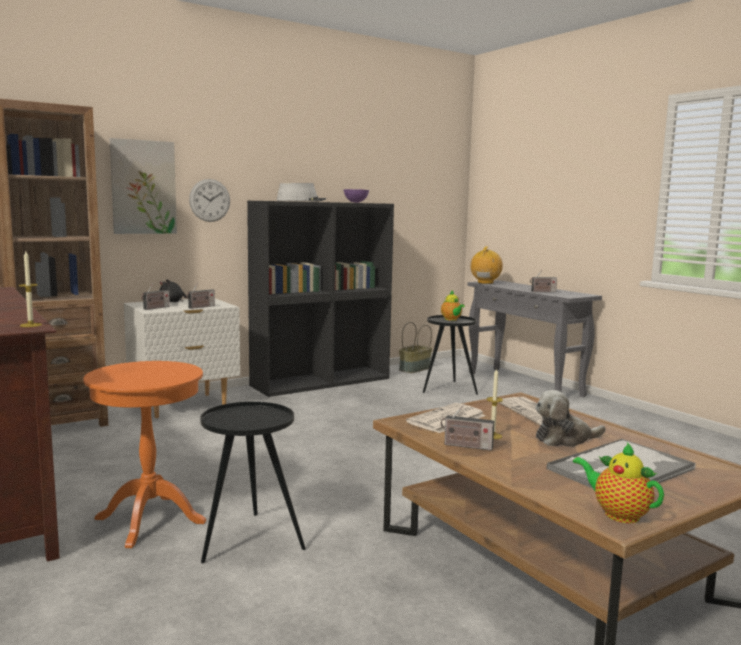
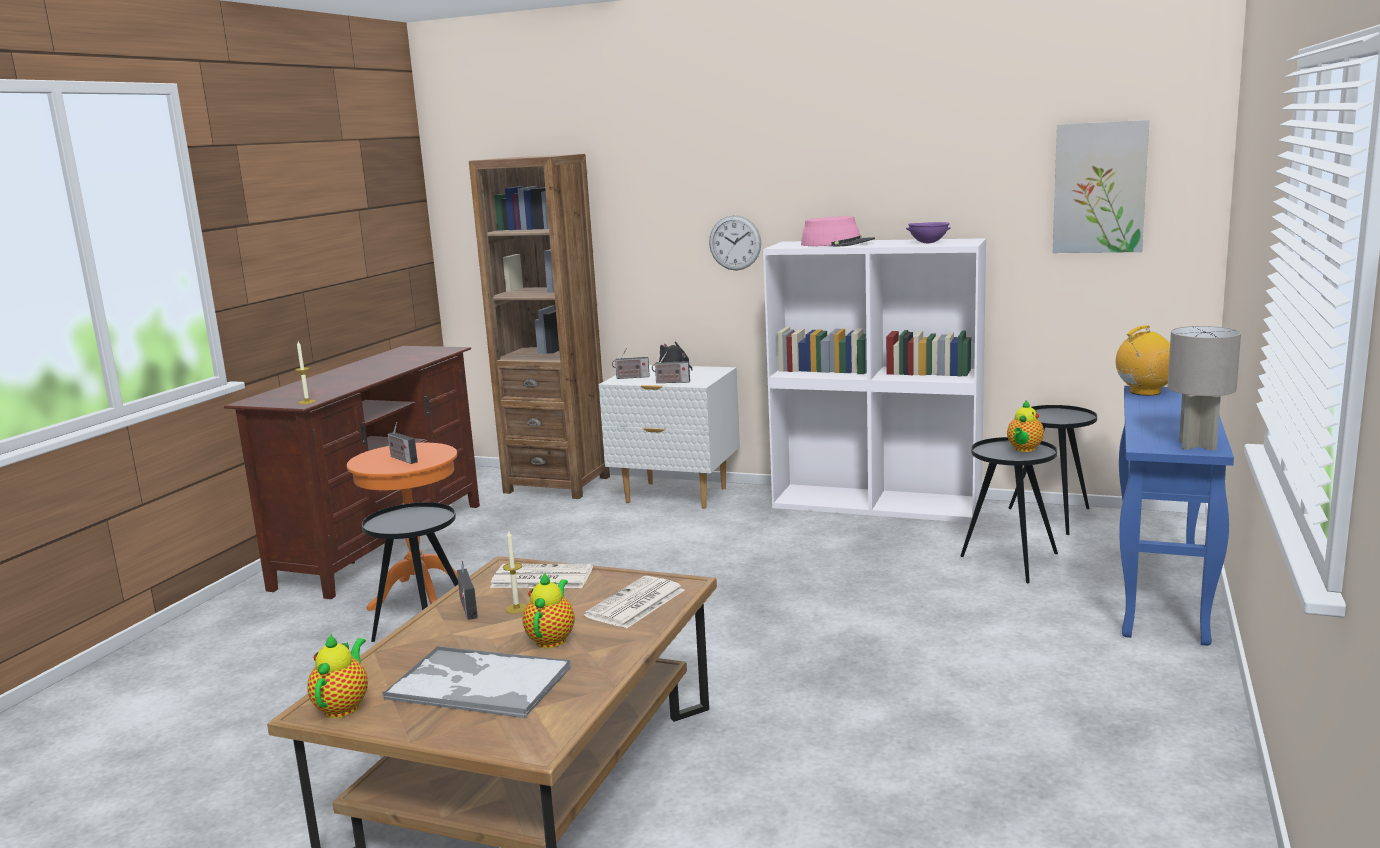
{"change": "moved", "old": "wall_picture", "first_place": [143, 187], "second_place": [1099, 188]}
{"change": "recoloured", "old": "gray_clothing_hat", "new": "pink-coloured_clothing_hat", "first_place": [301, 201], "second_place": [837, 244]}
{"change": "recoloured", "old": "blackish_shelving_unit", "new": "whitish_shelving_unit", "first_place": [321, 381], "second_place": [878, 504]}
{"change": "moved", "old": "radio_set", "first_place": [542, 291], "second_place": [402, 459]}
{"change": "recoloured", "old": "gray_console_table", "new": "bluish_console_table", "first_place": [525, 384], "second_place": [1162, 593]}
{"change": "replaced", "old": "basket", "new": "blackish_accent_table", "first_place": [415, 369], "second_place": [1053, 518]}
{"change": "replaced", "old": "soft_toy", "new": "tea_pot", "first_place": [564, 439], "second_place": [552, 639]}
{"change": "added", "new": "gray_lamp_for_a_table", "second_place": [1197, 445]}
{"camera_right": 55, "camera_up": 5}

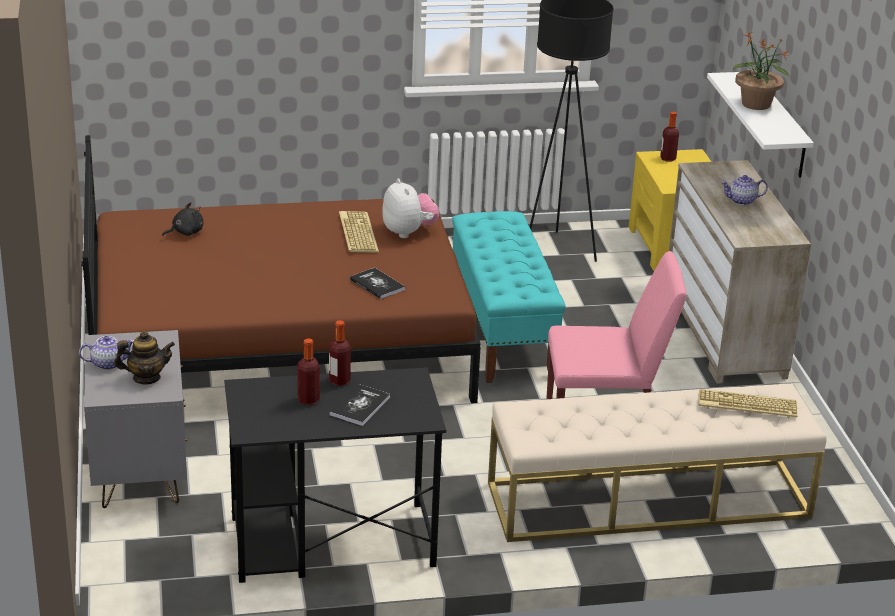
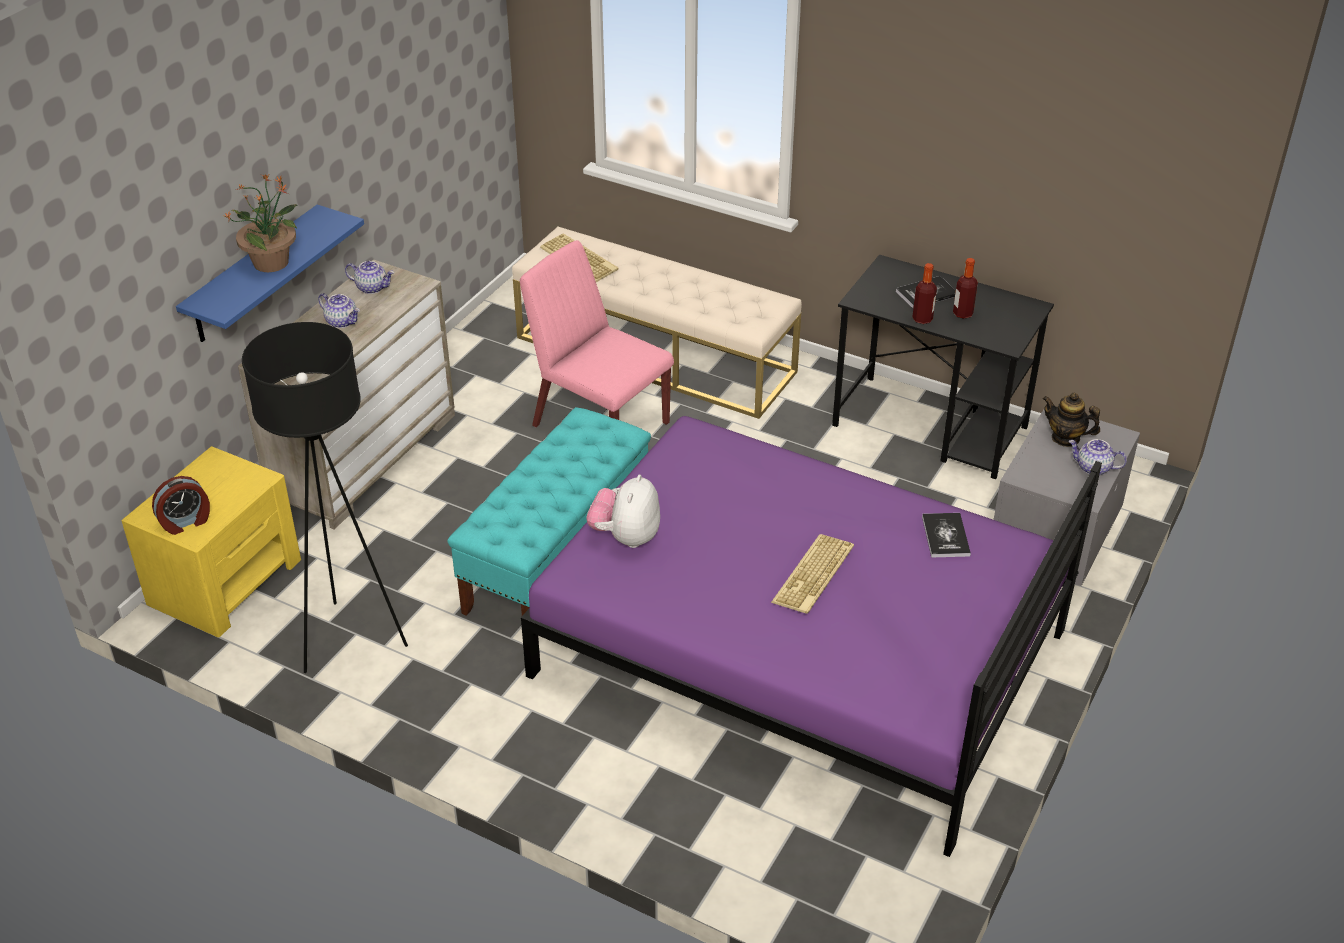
{"change": "recoloured", "old": "whitish_wall_shelf", "new": "bluish_wall_shelf", "first_place": [779, 126], "second_place": [253, 275]}
{"change": "replaced", "old": "beverage_bottle", "new": "bedside_clock", "first_place": [668, 158], "second_place": [185, 522]}
{"change": "recoloured", "old": "brown_sleeping_bed", "new": "purplish_sleeping_bed", "first_place": [278, 343], "second_place": [799, 653]}
{"change": "removed", "old": "blackish_soft_toy", "first_place": [185, 232]}
{"change": "moved", "old": "PC_keyboard", "first_place": [357, 233], "second_place": [814, 576]}
{"change": "moved", "old": "volume", "first_place": [377, 284], "second_place": [945, 536]}
{"change": "added", "new": "tea_pot", "second_place": [372, 287]}
{"camera_right": -140, "camera_up": 10}

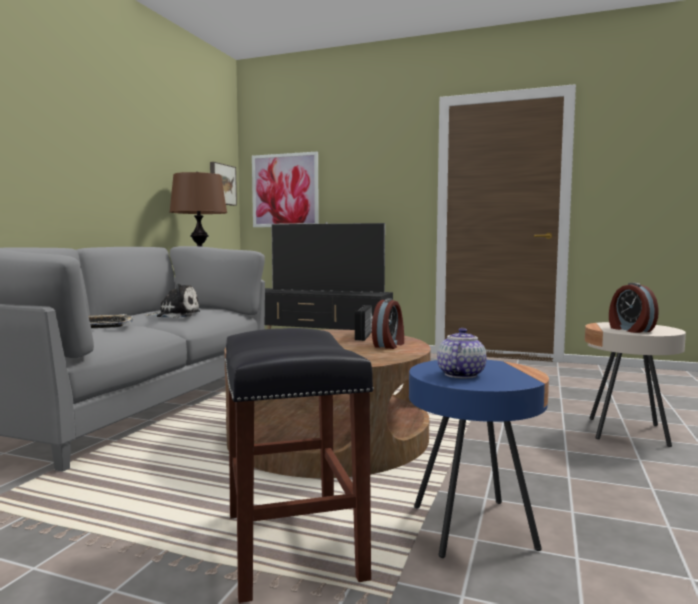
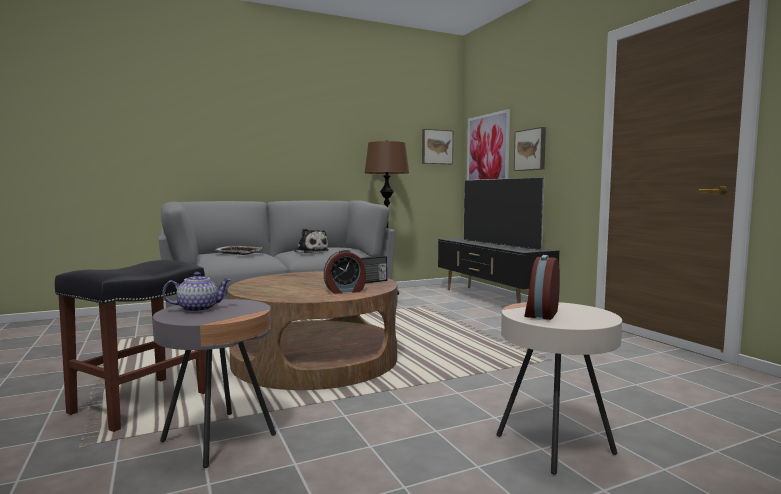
{"change": "recoloured", "old": "bluish_accent_table", "new": "gray_accent_table", "first_place": [473, 527], "second_place": [219, 438]}
{"change": "added", "new": "wall_picture", "second_place": [531, 150]}
{"camera_right": 45, "camera_up": 0}

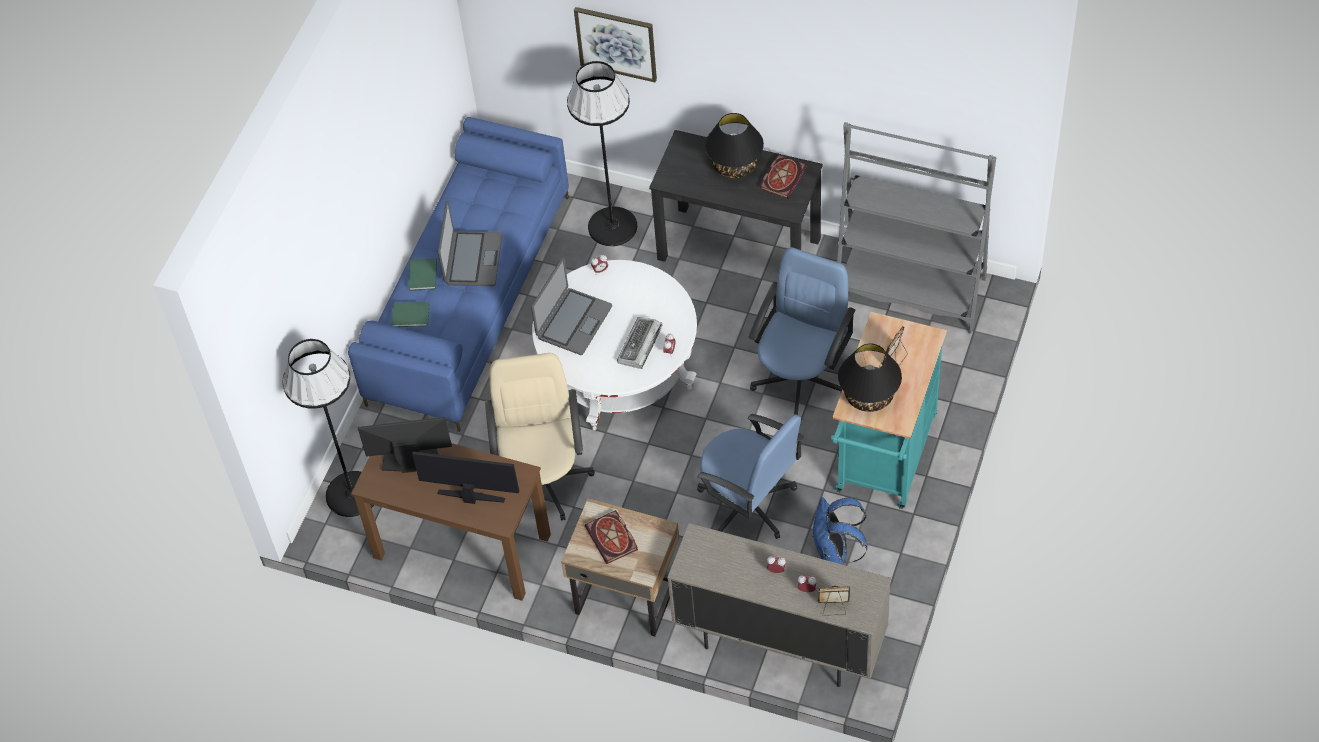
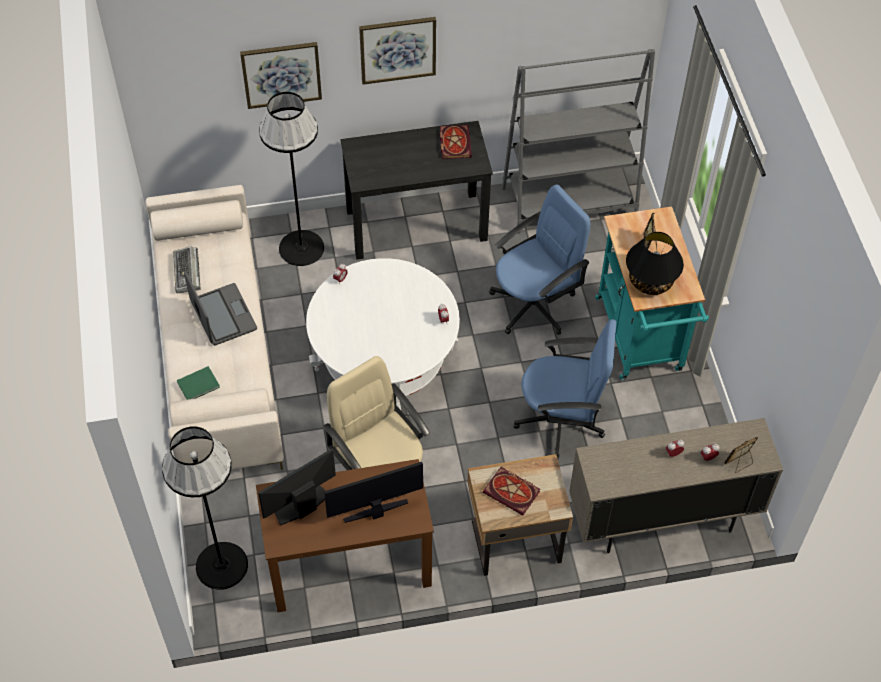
{"change": "removed", "old": "blackish_lamp_for_a_table", "first_place": [735, 165]}
{"change": "recoloured", "old": "bluish_sofa", "new": "beige-coloured_sofa", "first_place": [469, 298], "second_place": [217, 354]}
{"change": "turned", "old": "bluish_office_chair", "first_place": [801, 379], "second_place": [534, 304], "degrees": 60}
{"change": "removed", "old": "green_volume", "first_place": [422, 276]}
{"change": "removed", "old": "laptop", "first_place": [573, 322]}
{"change": "moved", "old": "PC_keyboard", "first_place": [639, 346], "second_place": [187, 273]}
{"change": "removed", "old": "bluish_rucksack", "first_place": [835, 552]}
{"change": "added", "new": "wall_picture", "second_place": [397, 49]}
{"camera_right": -35, "camera_up": 0}

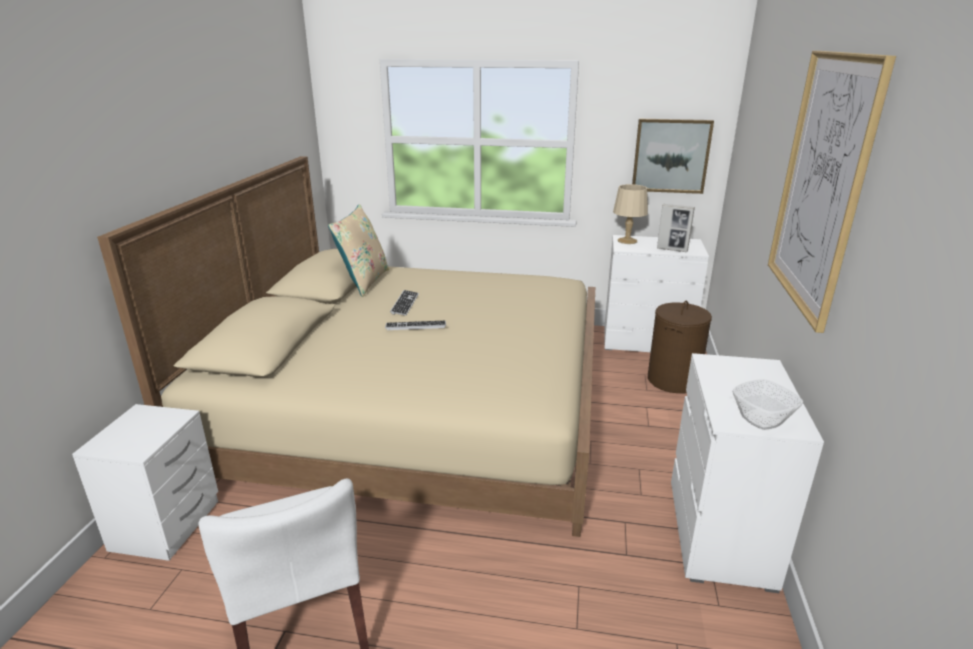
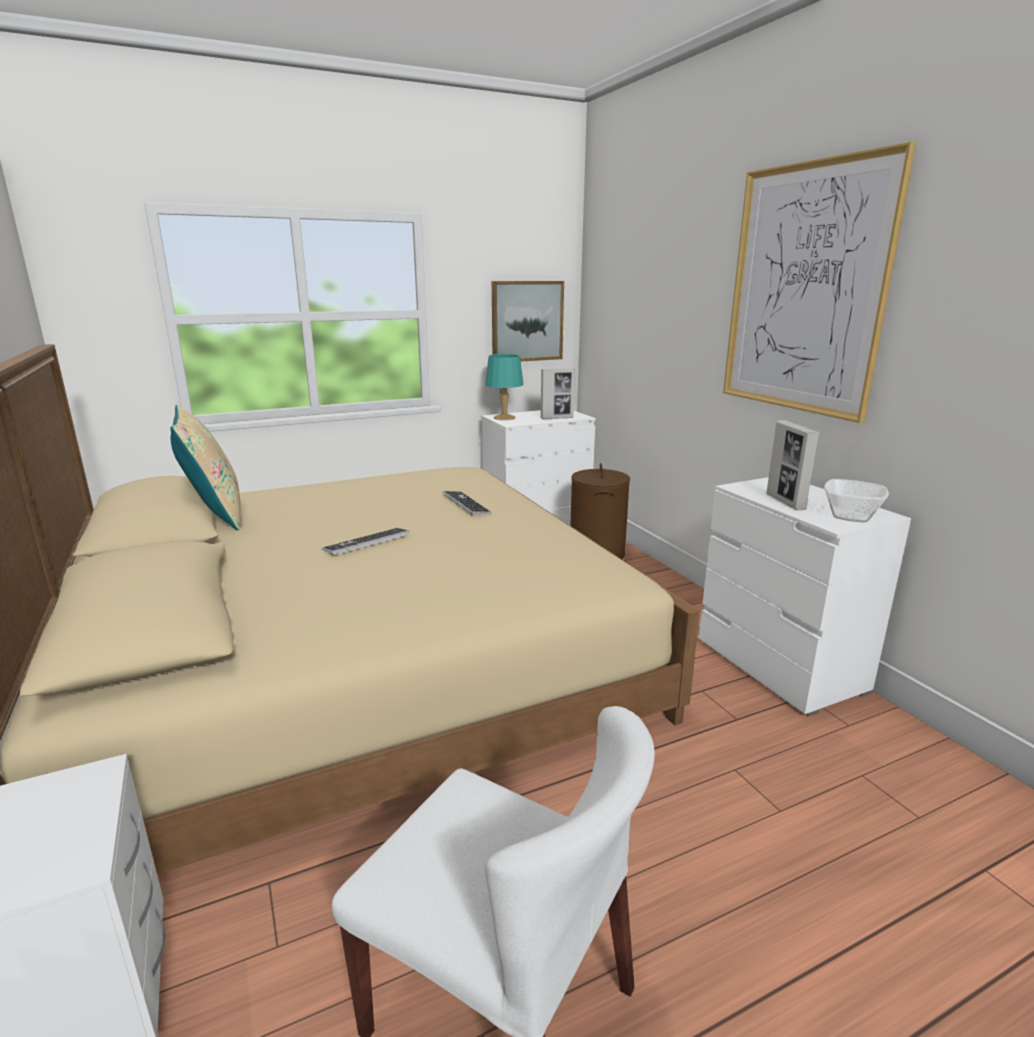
{"change": "recoloured", "old": "beige-coloured_lamp_for_a_table", "new": "turquoise-coloured_lamp_for_a_table", "first_place": [627, 241], "second_place": [504, 418]}
{"change": "moved", "old": "PC_keyboard", "first_place": [405, 304], "second_place": [466, 504]}
{"change": "added", "new": "photo_frame", "second_place": [785, 502]}
{"camera_right": -35, "camera_up": -5}

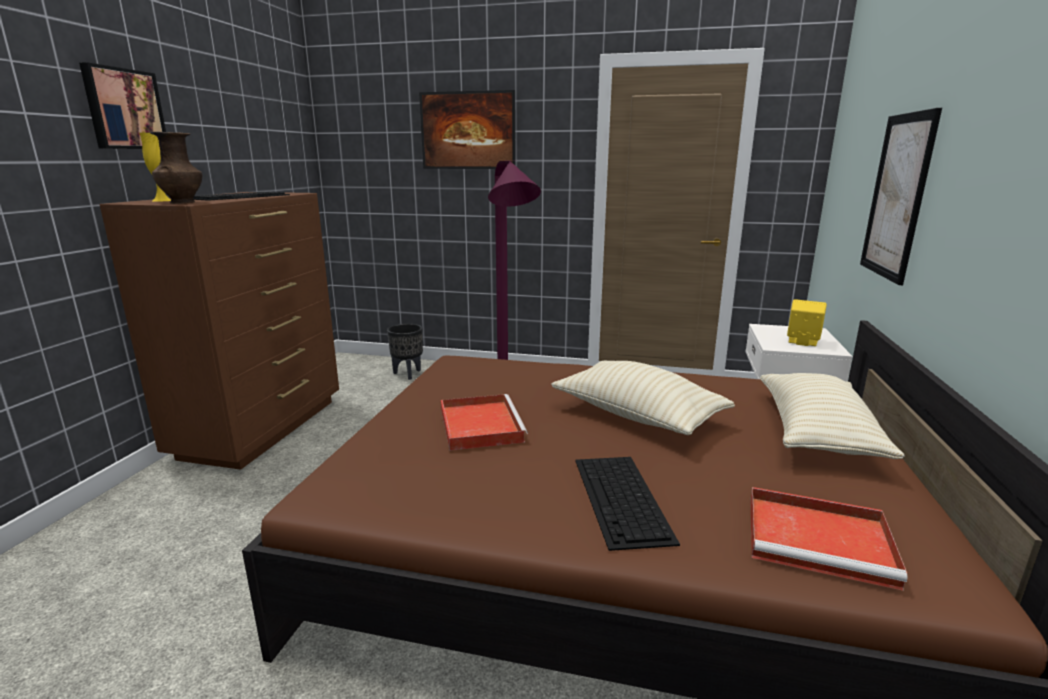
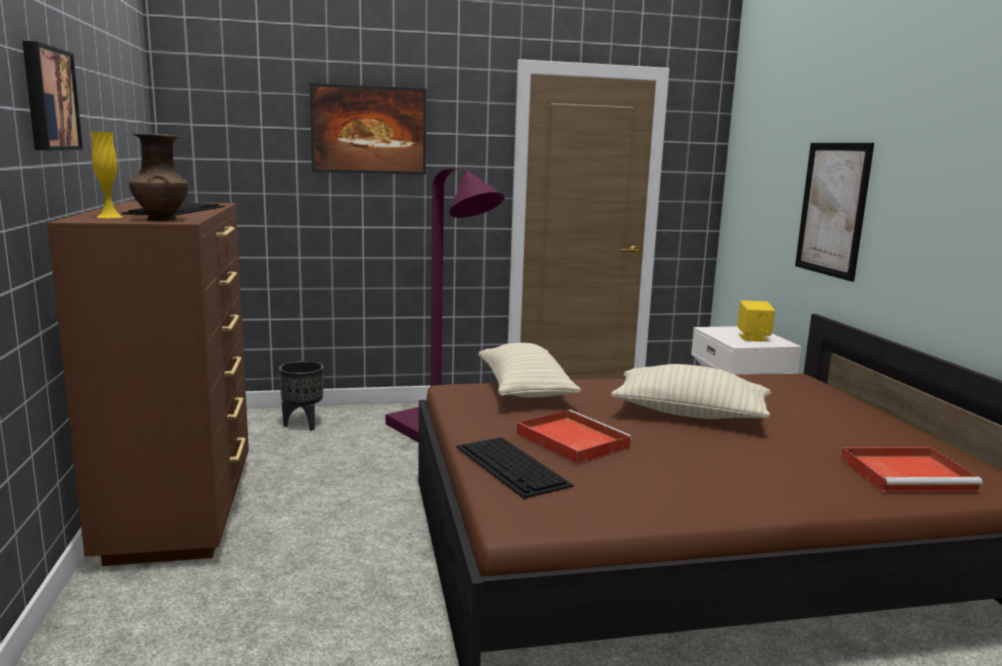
{"change": "moved", "old": "beige-coloured_throw_pillow", "first_place": [816, 433], "second_place": [524, 390]}
{"change": "moved", "old": "PC_keyboard", "first_place": [622, 499], "second_place": [512, 466]}
{"camera_right": -25, "camera_up": -5}

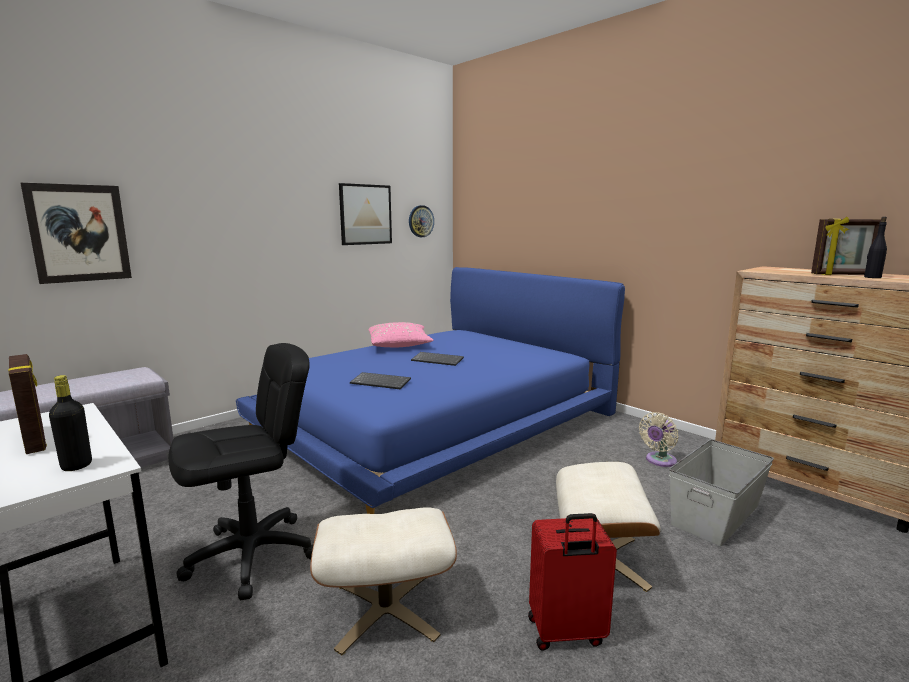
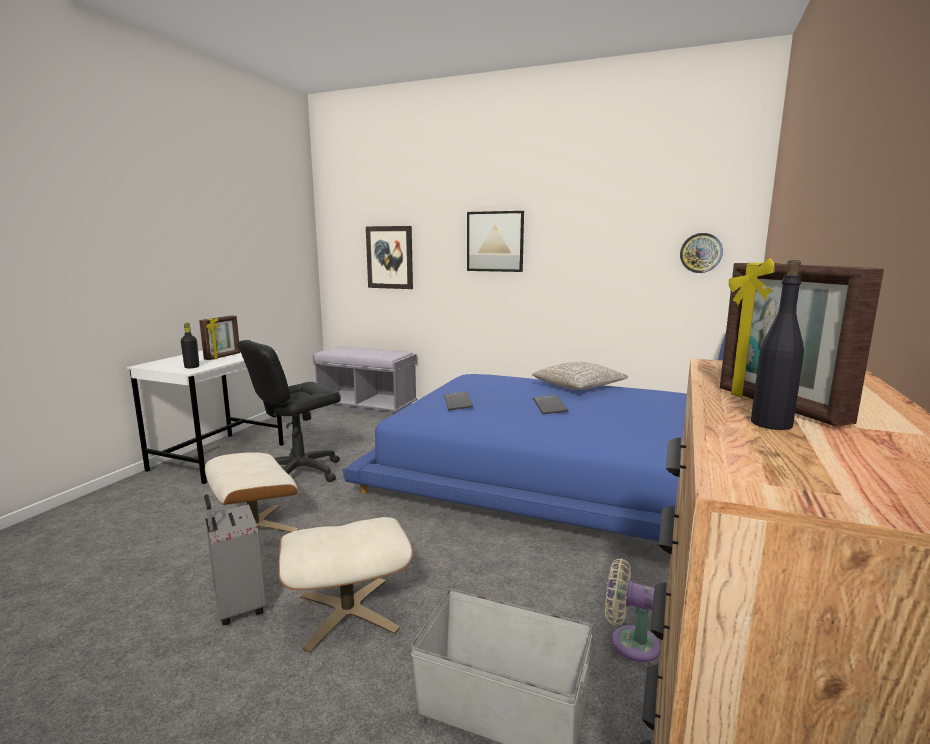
{"change": "moved", "old": "wall_picture", "first_place": [365, 214], "second_place": [495, 241]}
{"change": "recoloured", "old": "pink-coloured_throw_pillow", "new": "gray_throw_pillow", "first_place": [399, 345], "second_place": [578, 387]}
{"change": "turned", "old": "blackish_office_chair", "first_place": [252, 555], "second_place": [299, 472], "degrees": 105}
{"change": "recoloured", "old": "red_travel_case", "new": "gray_travel_case", "first_place": [566, 633], "second_place": [237, 607]}
{"camera_right": 65, "camera_up": 0}

